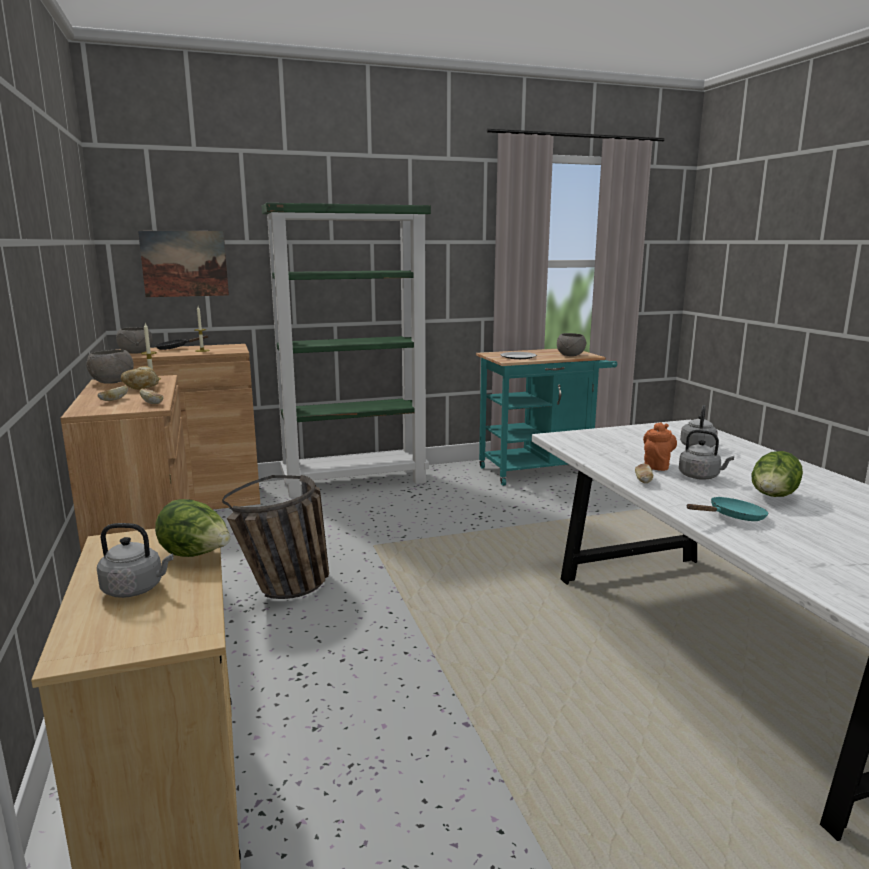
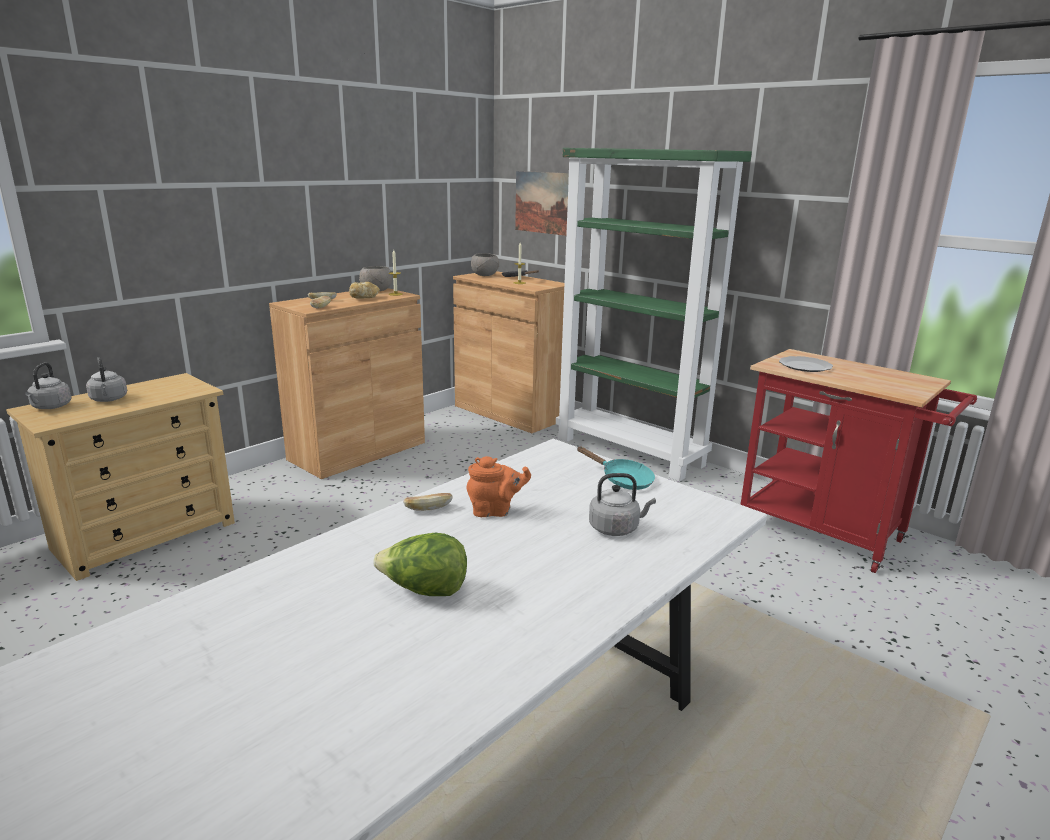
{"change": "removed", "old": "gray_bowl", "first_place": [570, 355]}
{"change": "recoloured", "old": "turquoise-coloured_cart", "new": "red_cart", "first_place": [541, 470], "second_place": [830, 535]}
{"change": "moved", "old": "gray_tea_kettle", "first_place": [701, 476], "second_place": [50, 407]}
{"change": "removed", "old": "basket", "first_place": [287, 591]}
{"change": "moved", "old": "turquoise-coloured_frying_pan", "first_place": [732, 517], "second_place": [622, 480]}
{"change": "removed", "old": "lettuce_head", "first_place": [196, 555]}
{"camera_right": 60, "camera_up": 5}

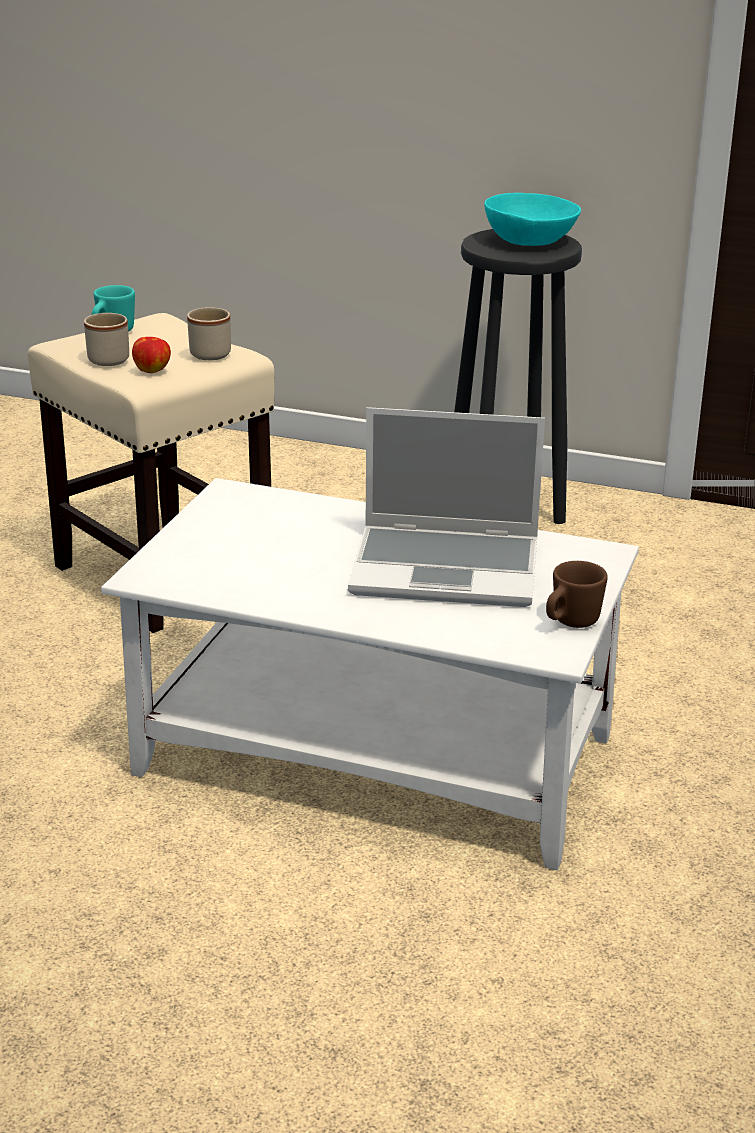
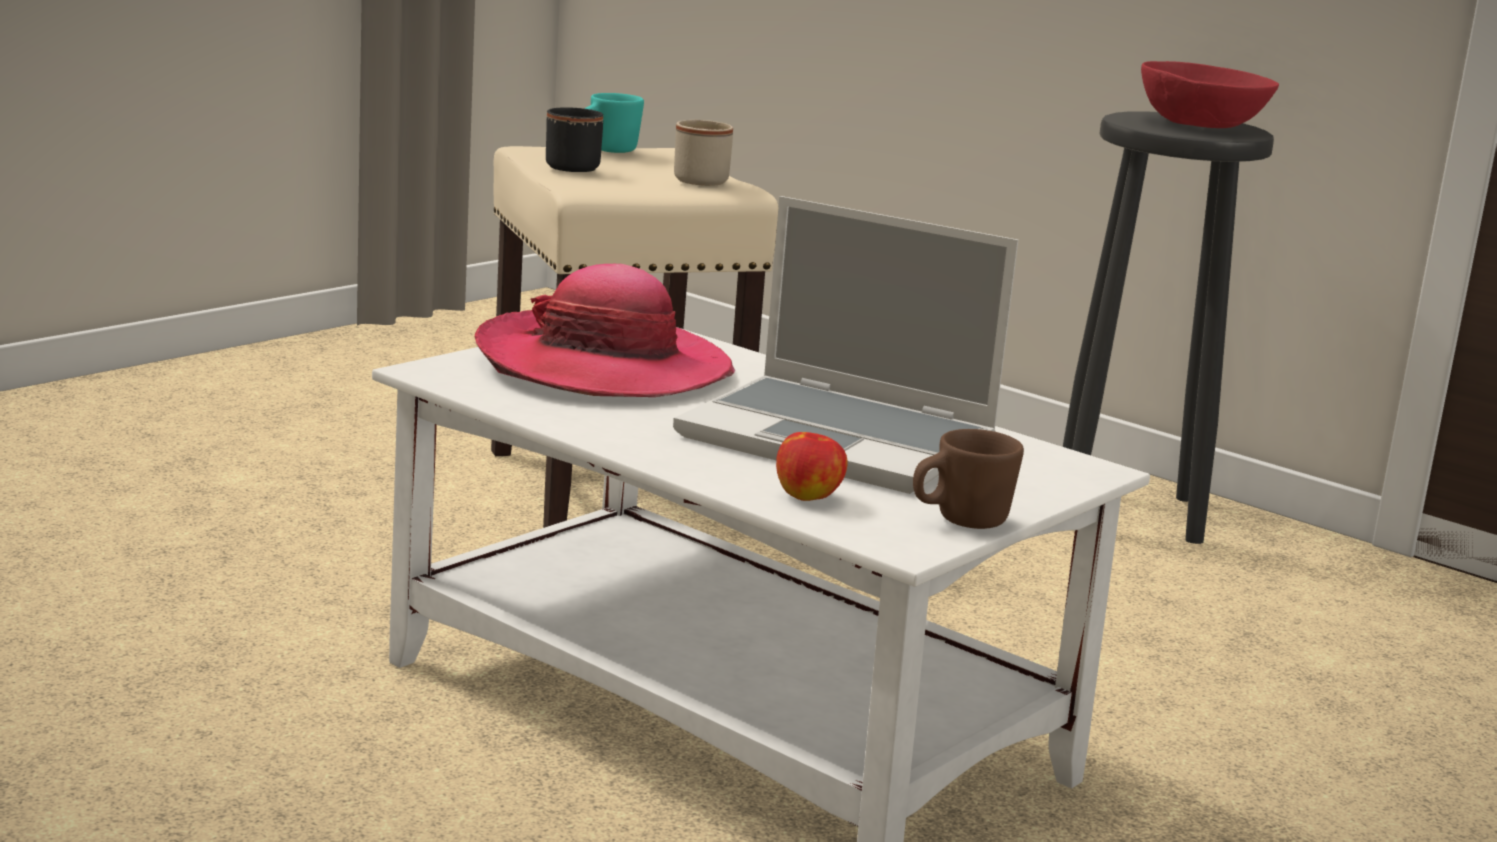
{"change": "recoloured", "old": "turquoise-coloured_bowl", "new": "red_bowl", "first_place": [530, 241], "second_place": [1201, 125]}
{"change": "recoloured", "old": "beige-coloured_tea_mug", "new": "blackish_tea_mug", "first_place": [108, 357], "second_place": [575, 166]}
{"change": "moved", "old": "apple_fruit", "first_place": [152, 370], "second_place": [809, 496]}
{"change": "added", "new": "clothing_hat", "second_place": [603, 366]}
{"camera_right": 20, "camera_up": -10}

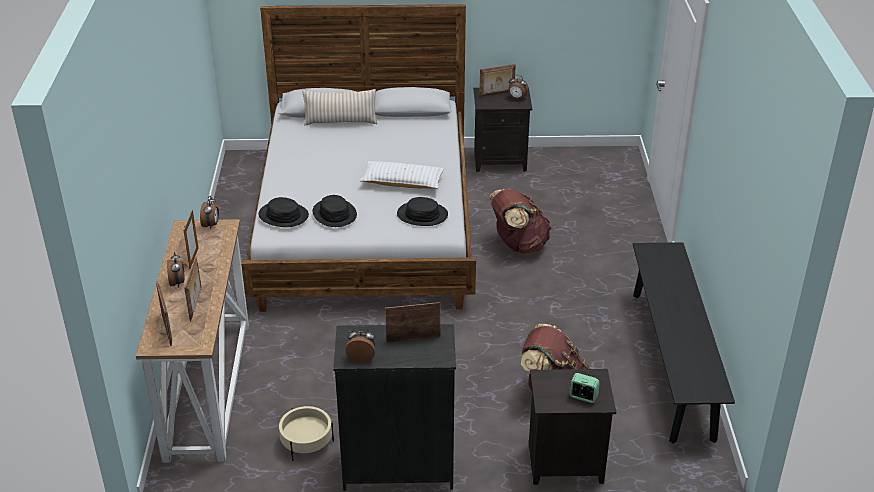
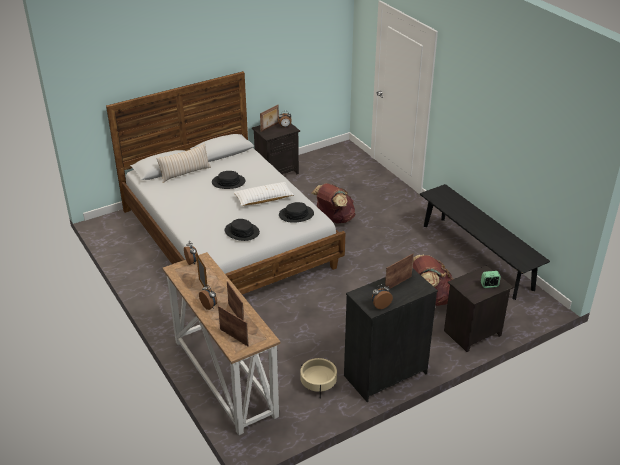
{"change": "moved", "old": "blackish_clothing_hat", "first_place": [283, 215], "second_place": [228, 182]}
{"camera_right": -30, "camera_up": 0}

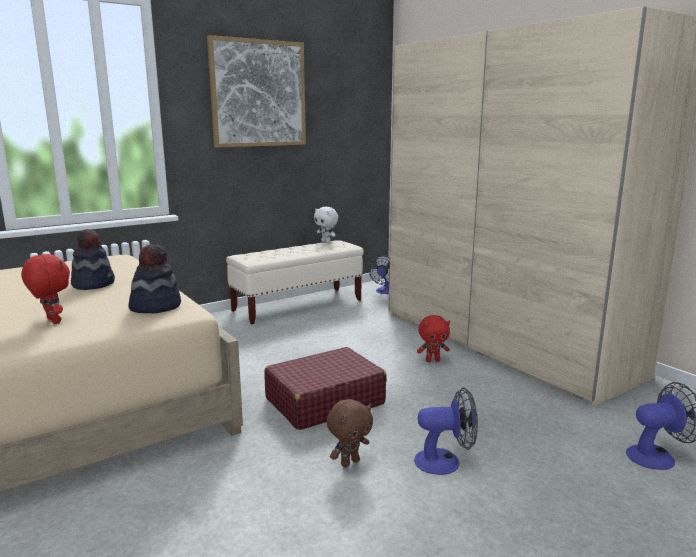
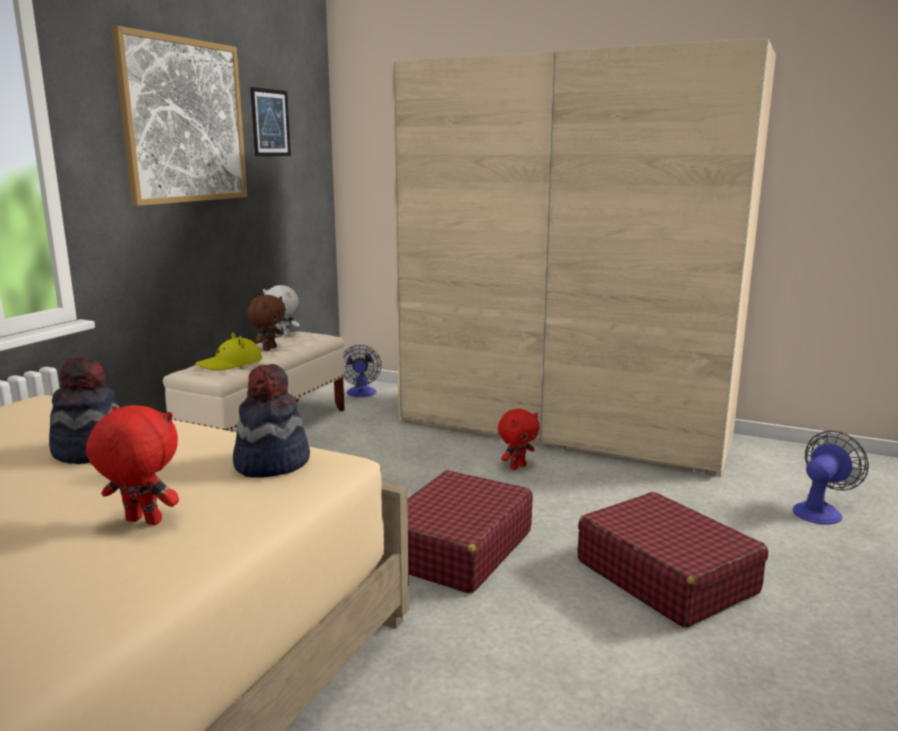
{"change": "replaced", "old": "electric_fan", "new": "red_travel_case", "first_place": [445, 461], "second_place": [665, 576]}
{"change": "moved", "old": "brown_soft_toy", "first_place": [349, 462], "second_place": [269, 349]}
{"change": "added", "new": "wall_picture", "second_place": [270, 123]}
{"change": "added", "new": "yellow_clothing_hat", "second_place": [230, 364]}
{"camera_right": -30, "camera_up": 0}

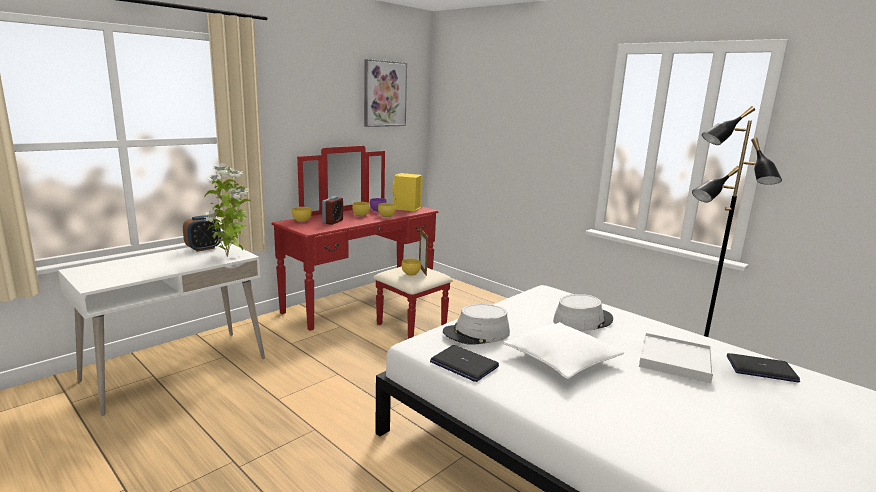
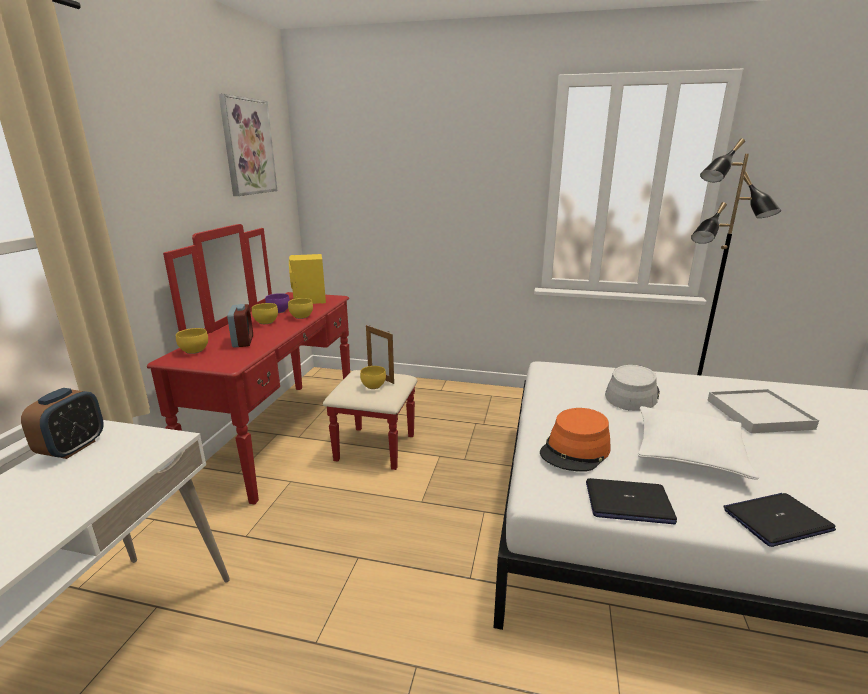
{"change": "removed", "old": "potted_plant", "first_place": [229, 256]}
{"change": "recoloured", "old": "gray_clothing_hat", "new": "orange-coloured_clothing_hat", "first_place": [476, 333], "second_place": [575, 450]}
{"change": "moved", "old": "laptop", "first_place": [761, 369], "second_place": [777, 520]}
{"camera_right": -30, "camera_up": 5}

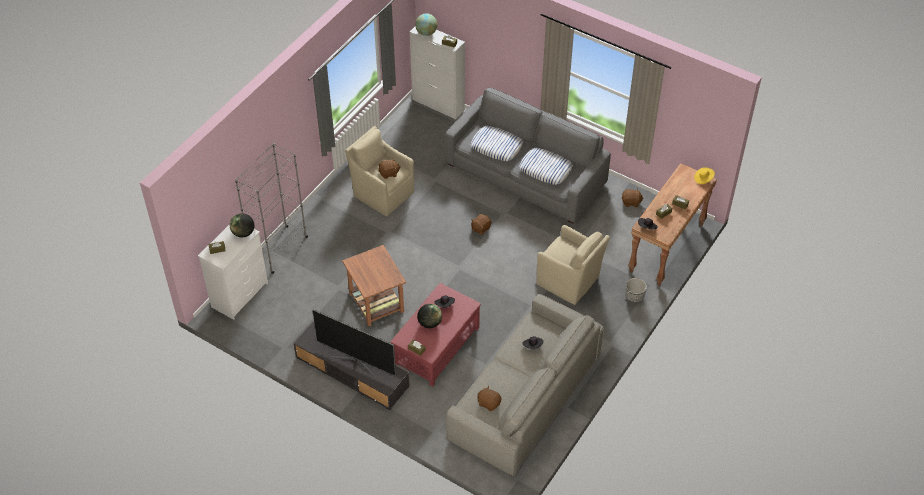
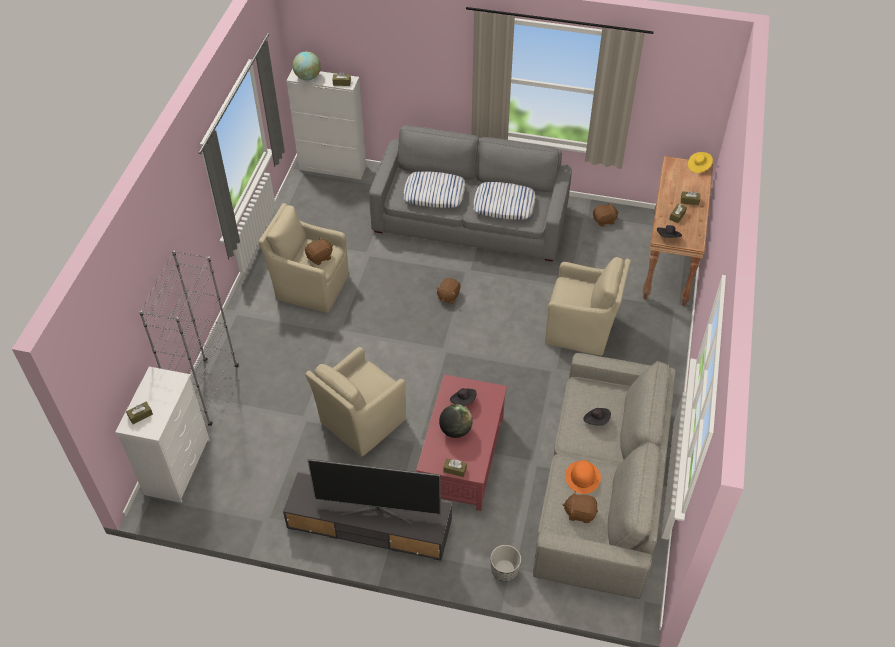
{"change": "removed", "old": "desk_globe", "first_place": [243, 233]}
{"change": "replaced", "old": "brown_accent_table", "new": "beige-coloured_lounge_chair", "first_place": [376, 302], "second_place": [360, 422]}
{"change": "moved", "old": "planter", "first_place": [634, 296], "second_place": [504, 570]}
{"change": "added", "new": "orange-coloured_clothing_hat", "second_place": [582, 477]}
{"camera_right": -20, "camera_up": 0}

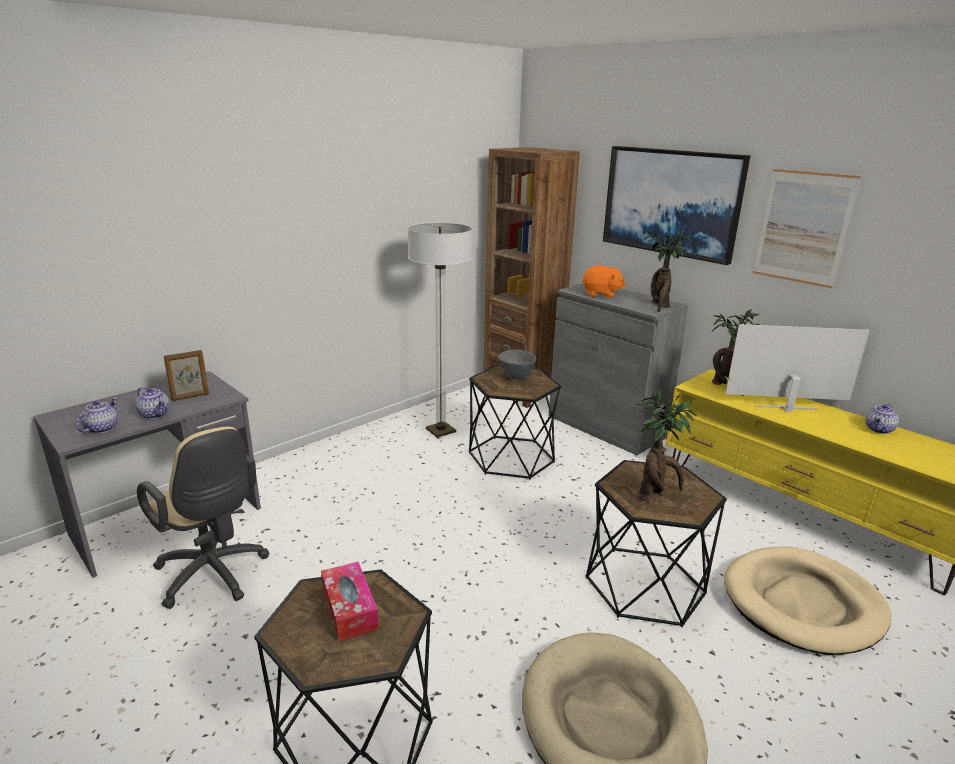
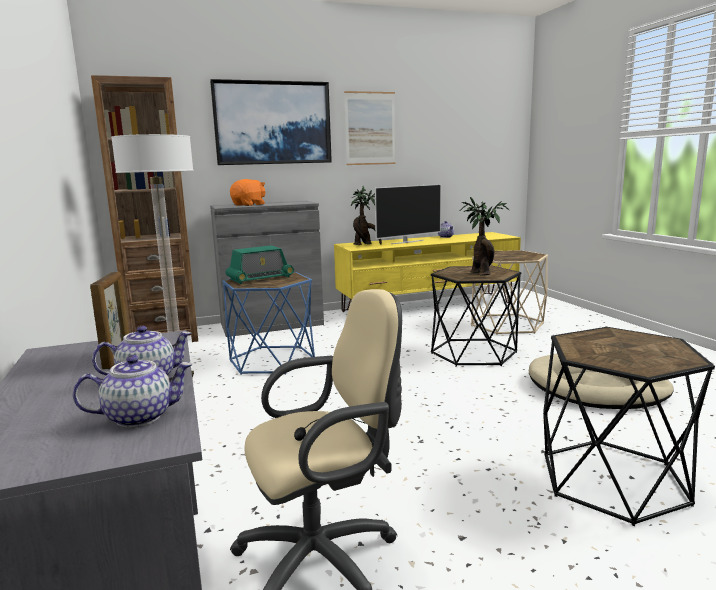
{"change": "removed", "old": "potted_plant", "first_place": [660, 306]}
{"change": "turned", "old": "television", "first_place": [786, 409], "second_place": [407, 242], "degrees": -150}
{"change": "replaced", "old": "gray_bowl", "new": "radio_set", "first_place": [516, 377], "second_place": [260, 278]}
{"change": "recoloured", "old": "blackish_accent_table", "new": "bluish_accent_table", "first_place": [511, 457], "second_place": [272, 360]}
{"change": "turned", "old": "tea_pot", "first_place": [102, 428], "second_place": [140, 416], "degrees": 120}
{"change": "replaced", "old": "beige-coloured_dog_cushion", "new": "beige-coloured_accent_table", "first_place": [802, 604], "second_place": [507, 324]}
{"change": "removed", "old": "tissue_box", "first_place": [349, 609]}
{"camera_right": -65, "camera_up": -10}

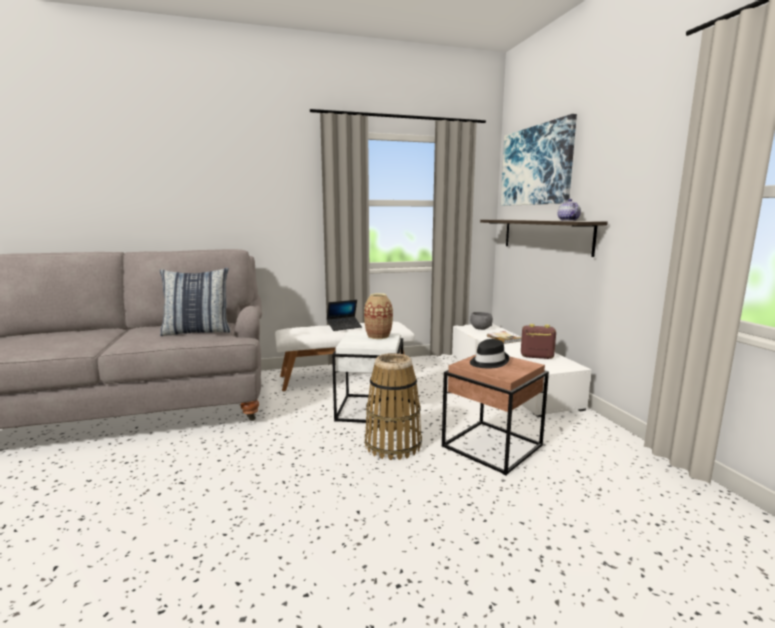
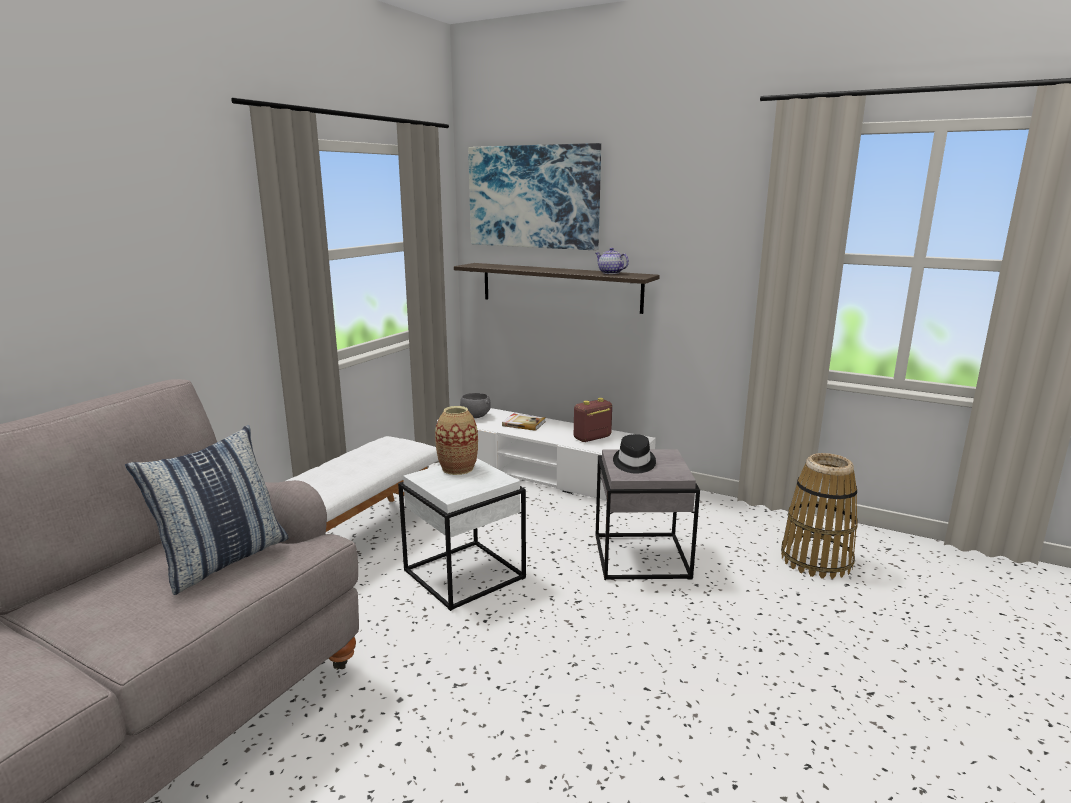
{"change": "removed", "old": "laptop", "first_place": [344, 327]}
{"change": "moved", "old": "basket", "first_place": [393, 444], "second_place": [816, 560]}
{"change": "recoloured", "old": "brown_accent_table", "new": "gray_accent_table", "first_place": [493, 446], "second_place": [642, 556]}
{"camera_right": -45, "camera_up": 5}

